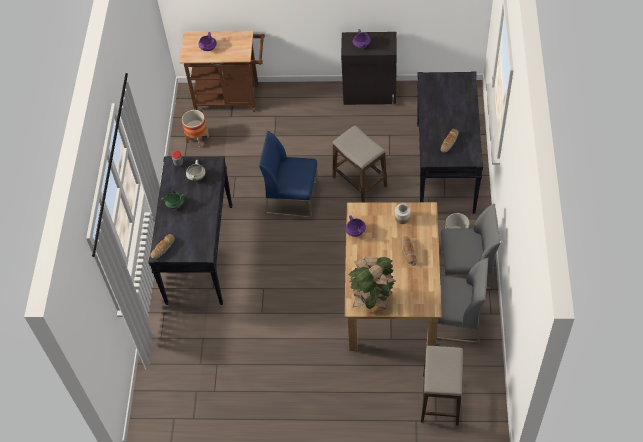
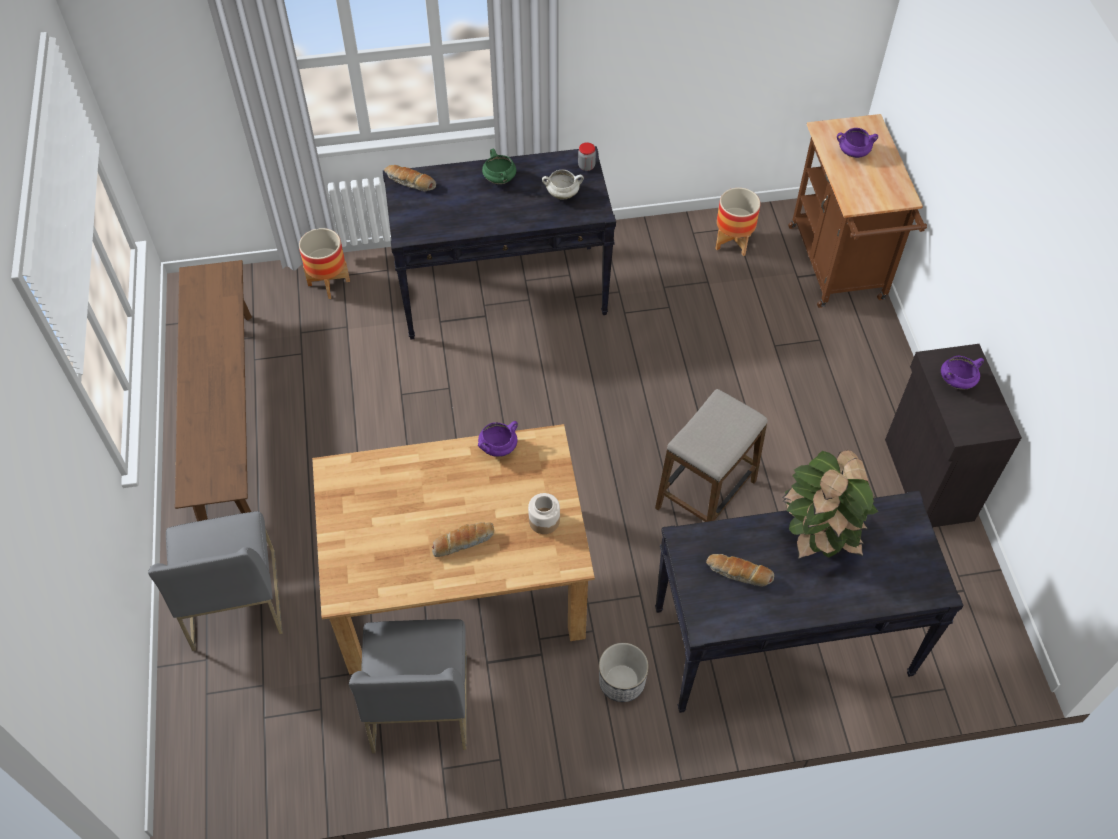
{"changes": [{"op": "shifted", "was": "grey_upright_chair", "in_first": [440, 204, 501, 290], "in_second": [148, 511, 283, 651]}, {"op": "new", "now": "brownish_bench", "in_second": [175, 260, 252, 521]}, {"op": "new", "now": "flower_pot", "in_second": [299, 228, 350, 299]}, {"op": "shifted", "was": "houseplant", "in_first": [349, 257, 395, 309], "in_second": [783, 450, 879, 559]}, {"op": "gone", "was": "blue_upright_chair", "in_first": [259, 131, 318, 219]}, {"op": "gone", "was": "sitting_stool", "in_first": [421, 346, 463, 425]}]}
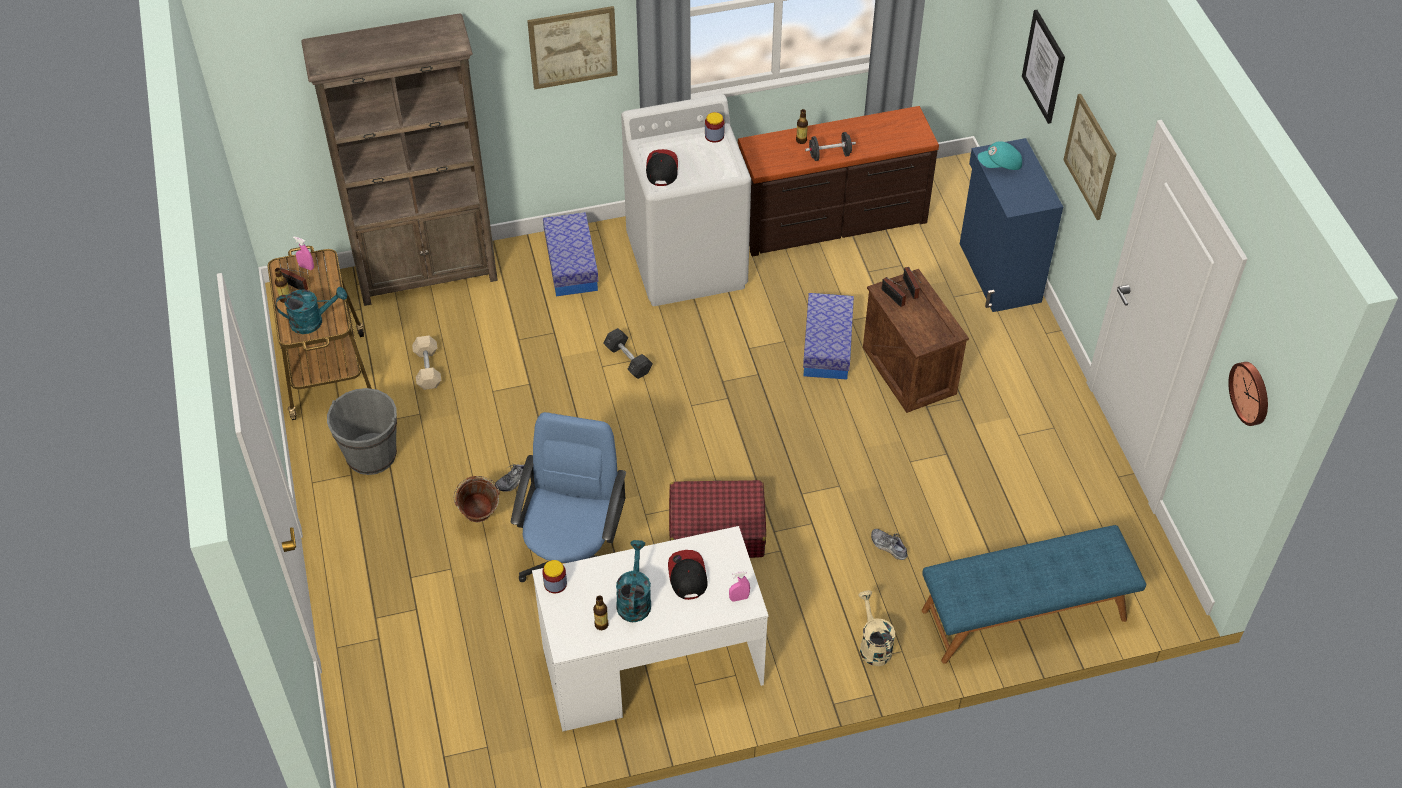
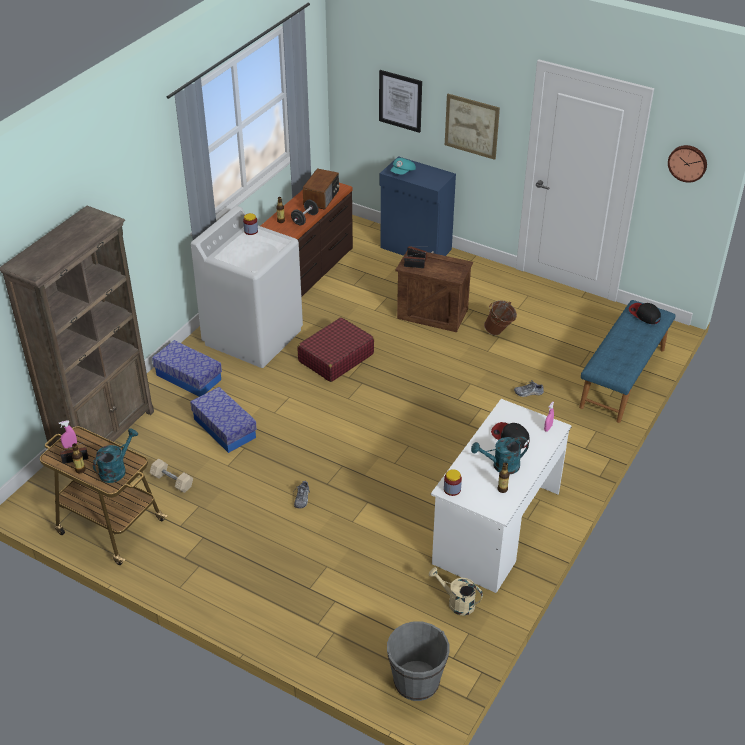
{"changes": [{"op": "shifted", "was": "storage_box", "in_first": [803, 293, 854, 380], "in_second": [190, 387, 257, 453]}, {"op": "shifted", "was": "red_piece_of_luggage", "in_first": [669, 480, 766, 558], "in_second": [298, 317, 374, 382]}, {"op": "new", "now": "radio", "in_second": [303, 168, 340, 210]}, {"op": "shifted", "was": "grey_water_bucket", "in_first": [327, 388, 397, 475], "in_second": [387, 621, 450, 701]}, {"op": "shifted", "was": "sand-coloured_sprinkling_can", "in_first": [859, 590, 895, 666], "in_second": [429, 567, 483, 616]}, {"op": "rotated", "was": "turquoise_sprinkling_can", "in_first": [616, 540, 651, 622], "in_second": [471, 437, 529, 474], "clockwise": -60}, {"op": "shifted", "was": "brownish_water_bucket", "in_first": [454, 476, 500, 522], "in_second": [484, 300, 517, 335]}, {"op": "shifted", "was": "baseball_cap", "in_first": [646, 149, 678, 186], "in_second": [629, 303, 661, 324]}, {"op": "gone", "was": "blue_desk_chair", "in_first": [511, 412, 626, 582]}, {"op": "gone", "was": "wall_art", "in_first": [527, 6, 618, 90]}, {"op": "gone", "was": "grey_hand_weight", "in_first": [603, 328, 653, 379]}]}
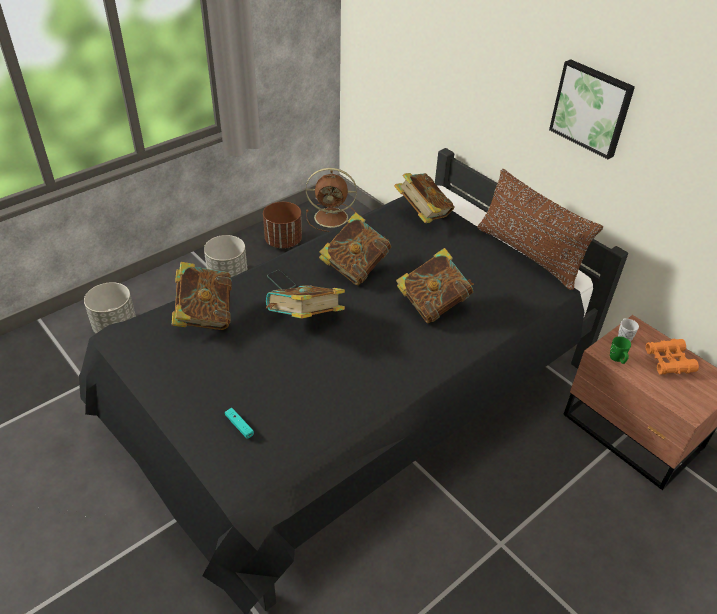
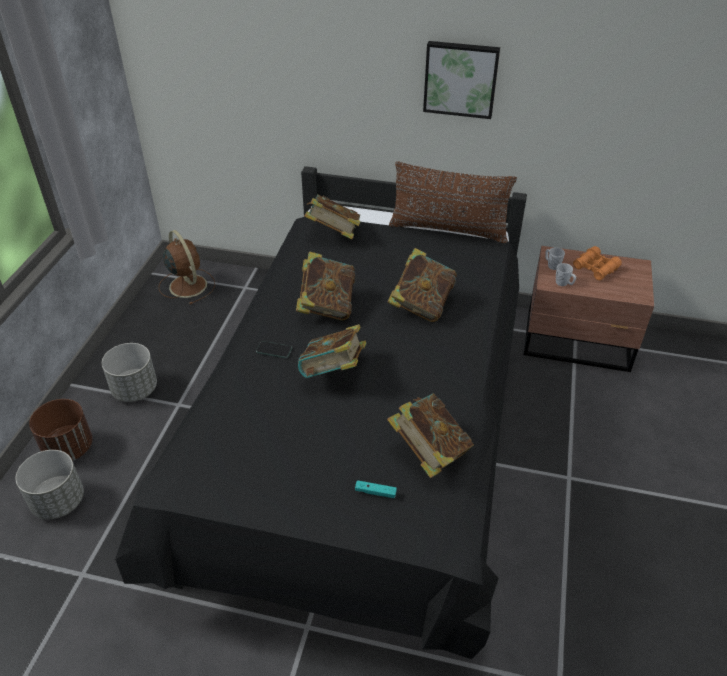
{"changes": [{"op": "shifted", "was": "brownish_flower_pot", "in_first": [263, 202, 302, 248], "in_second": [29, 399, 93, 461]}, {"op": "rotated", "was": "brownish_fan", "in_first": [306, 168, 357, 232], "in_second": [158, 230, 215, 305], "clockwise": -90}, {"op": "shifted", "was": "bound_book", "in_first": [172, 262, 232, 330], "in_second": [387, 394, 474, 478]}, {"op": "repainted", "was": "greenish_tea_mug", "now": "white_tea_mug", "in_first": [610, 336, 631, 364], "in_second": [556, 263, 576, 286]}]}
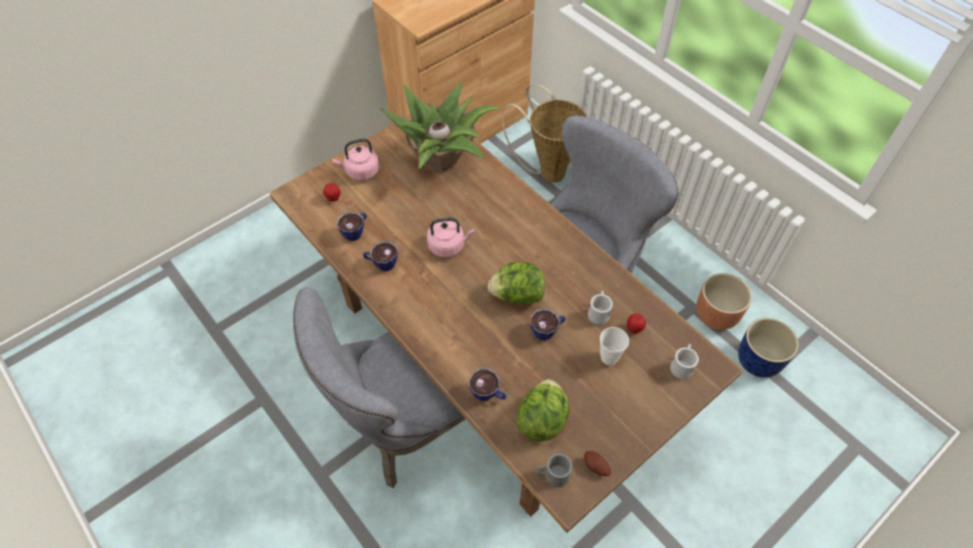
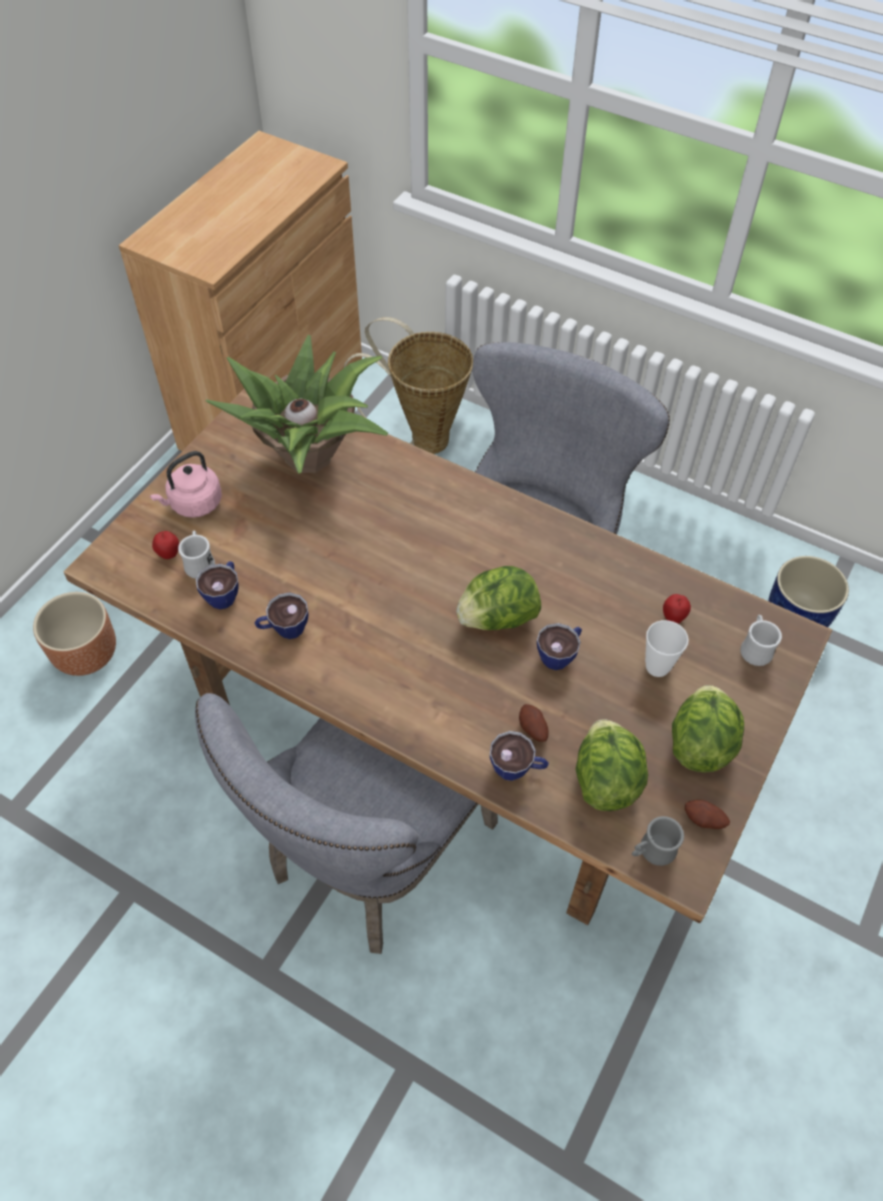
{"changes": [{"op": "shifted", "was": "brownish_flower_pot", "in_first": [696, 273, 752, 330], "in_second": [33, 592, 116, 676]}, {"op": "shifted", "was": "white_tea_mug", "in_first": [588, 290, 613, 325], "in_second": [178, 530, 215, 579]}, {"op": "new", "now": "whole_potato", "in_second": [519, 704, 549, 742]}, {"op": "new", "now": "head_of_lettuce", "in_second": [672, 685, 744, 773]}, {"op": "gone", "was": "pink_water_kettle", "in_first": [427, 218, 475, 257]}]}
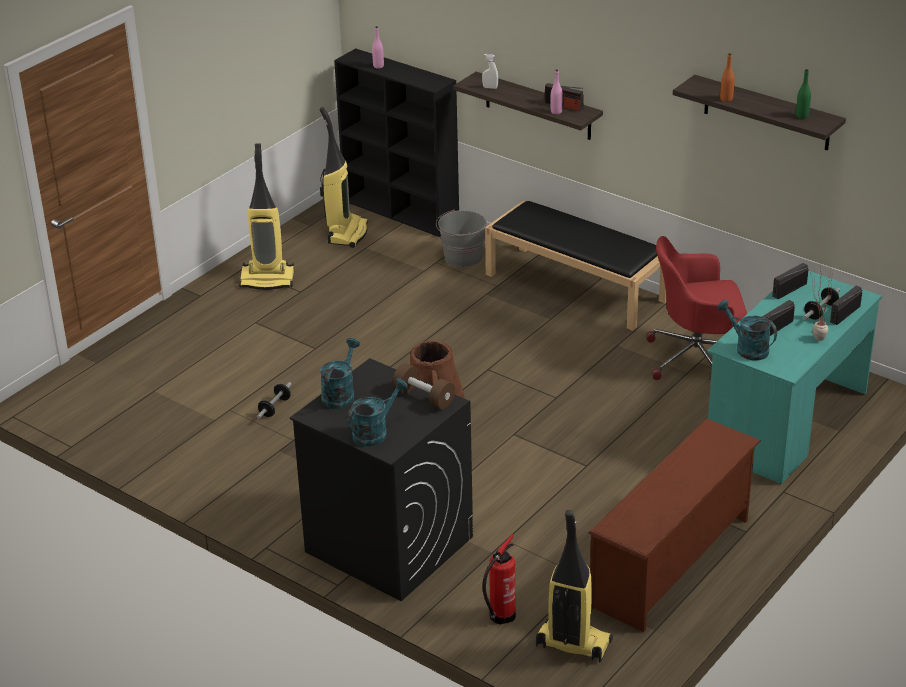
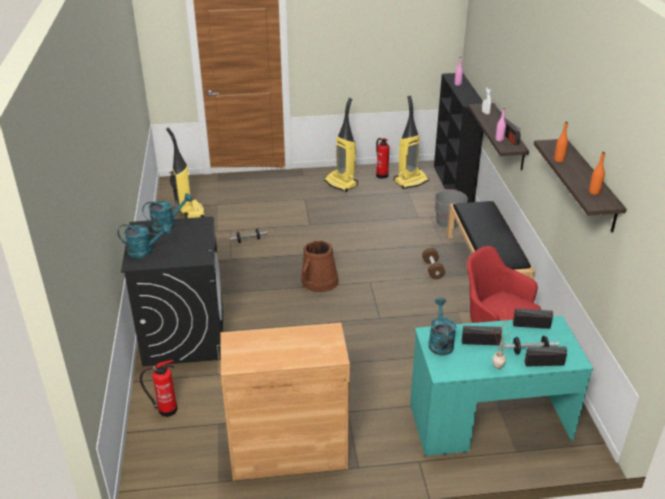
{"changes": [{"op": "shifted", "was": "vacuum", "in_first": [536, 510, 613, 662], "in_second": [166, 128, 205, 218]}, {"op": "swapped", "was": "brownish_shoe_shelf", "now": "brownish_cupboard", "in_first": [588, 418, 761, 632], "in_second": [220, 323, 350, 481]}, {"op": "new", "now": "fire_extinguisher", "in_second": [376, 138, 389, 179]}, {"op": "shifted", "was": "brownish_hand_weight", "in_first": [392, 363, 455, 409], "in_second": [422, 248, 445, 279]}, {"op": "repainted", "was": "greenish_drink_bottle", "now": "orange-coloured_drink_bottle", "in_first": [796, 69, 811, 118], "in_second": [589, 152, 605, 195]}]}
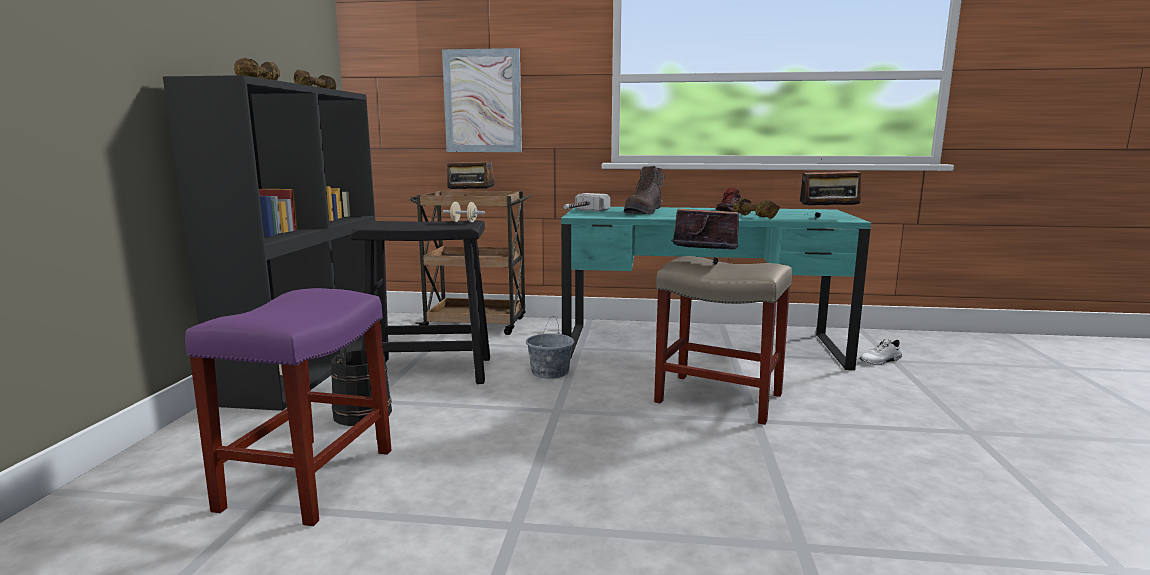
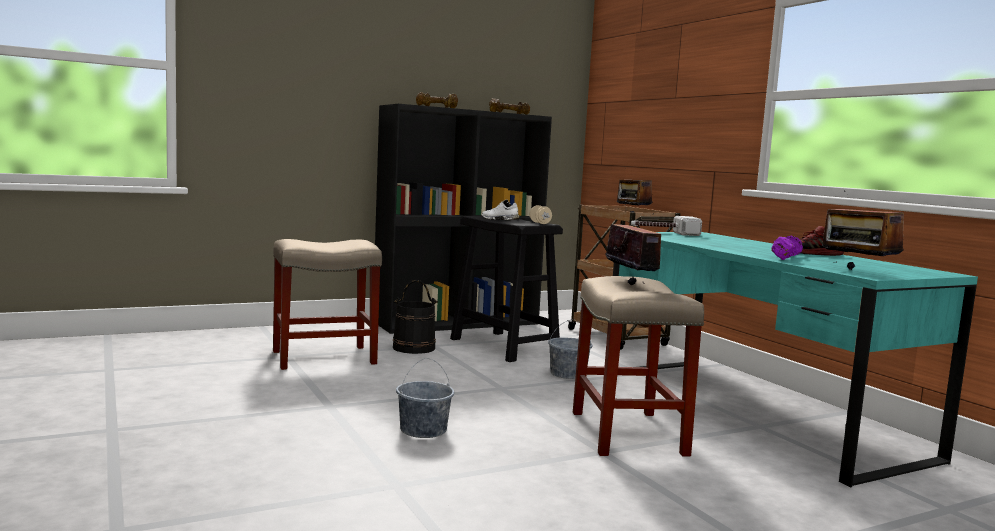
{"changes": [{"op": "repainted", "was": "purple-coloured_sitting_stool", "now": "sand-coloured_sitting_stool", "in_first": [185, 288, 391, 526], "in_second": [273, 239, 382, 370]}, {"op": "new", "now": "grey_water_bucket", "in_second": [396, 358, 454, 438]}, {"op": "shifted", "was": "white_low_shoe", "in_first": [860, 338, 902, 365], "in_second": [482, 200, 520, 220]}, {"op": "repainted", "was": "brownish_hand_weight", "now": "purple-coloured_hand_weight", "in_first": [733, 198, 780, 219], "in_second": [771, 235, 803, 260]}, {"op": "gone", "was": "wall_art", "in_first": [442, 48, 522, 152]}, {"op": "gone", "was": "brownish_high-top_boot", "in_first": [624, 166, 665, 214]}]}
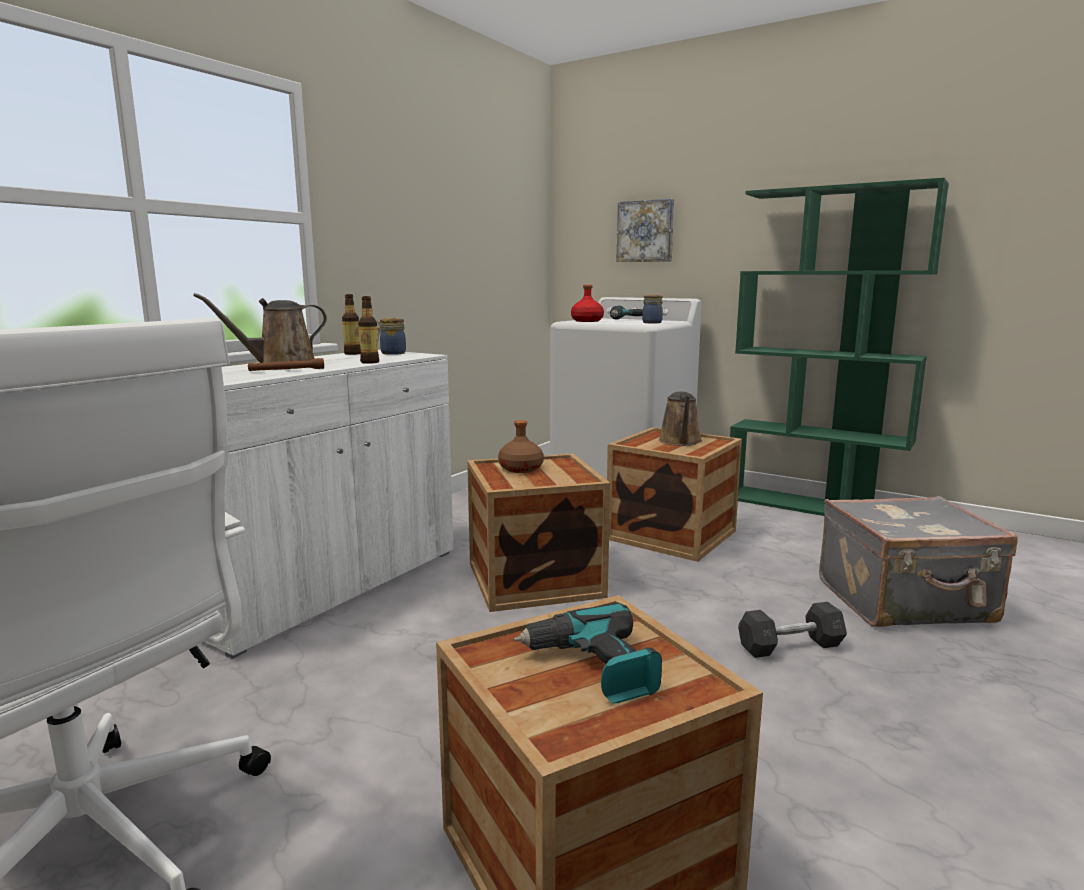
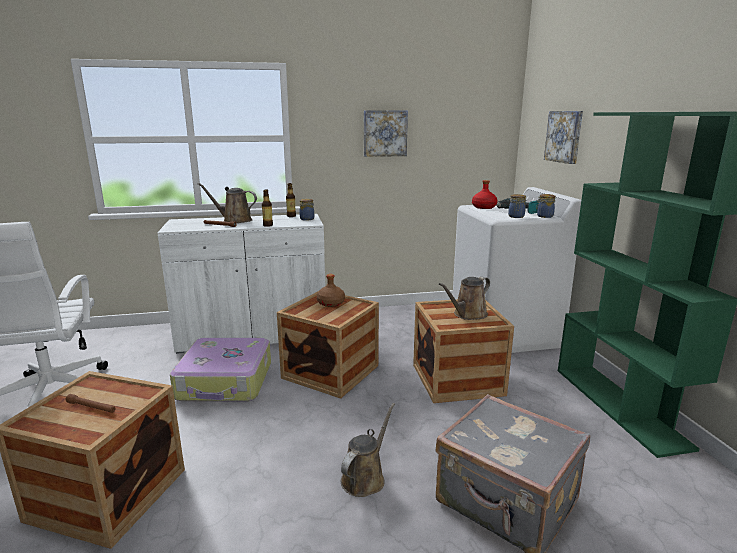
{"changes": [{"op": "swapped", "was": "drill", "now": "brownish_hand_torch", "in_first": [514, 603, 662, 703], "in_second": [65, 394, 116, 413]}, {"op": "new", "now": "piece_of_luggage", "in_second": [170, 338, 271, 402]}, {"op": "swapped", "was": "grey_hand_weight", "now": "brownish_sprinkling_can", "in_first": [738, 602, 847, 658], "in_second": [341, 403, 395, 497]}, {"op": "new", "now": "wall_art", "in_second": [364, 110, 408, 157]}, {"op": "new", "now": "jar", "in_second": [536, 194, 556, 218]}]}
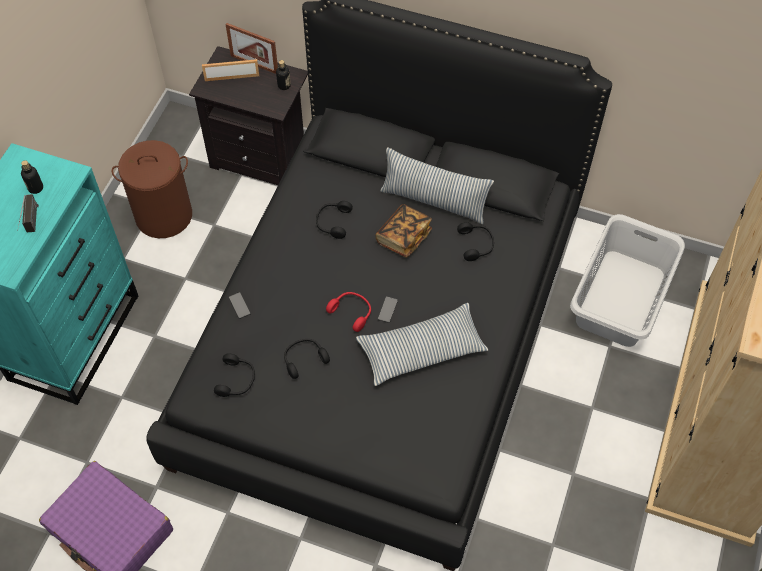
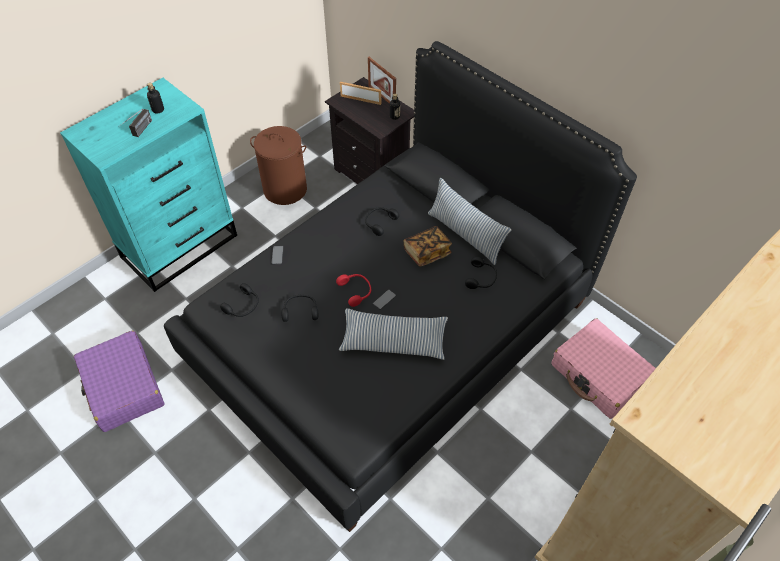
{"changes": [{"op": "swapped", "was": "grey_hamper", "now": "pink_piece_of_luggage", "in_first": [570, 214, 685, 347], "in_second": [552, 318, 656, 419]}]}
